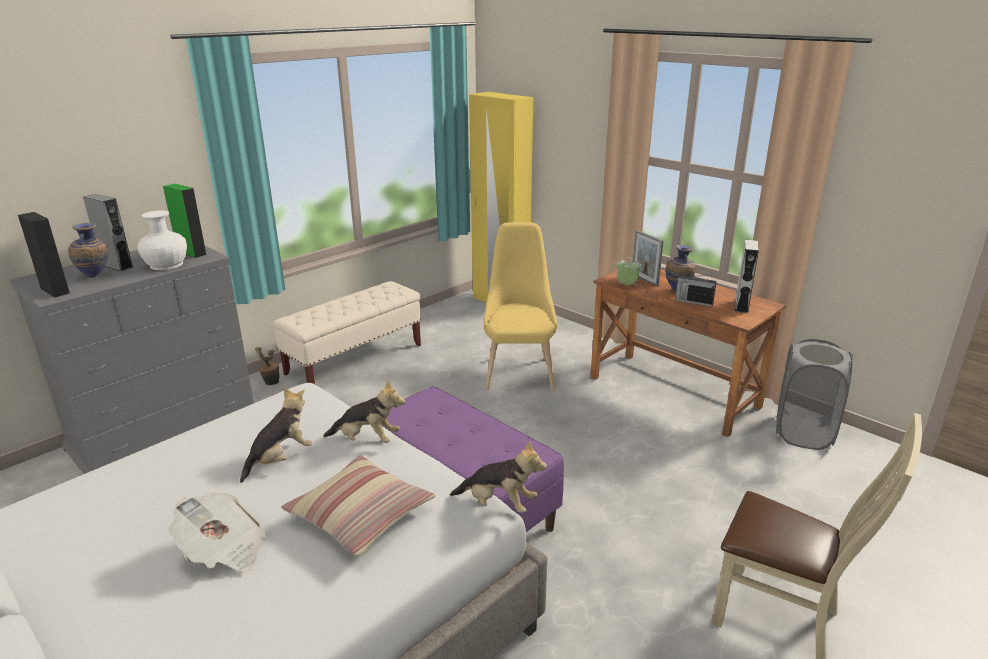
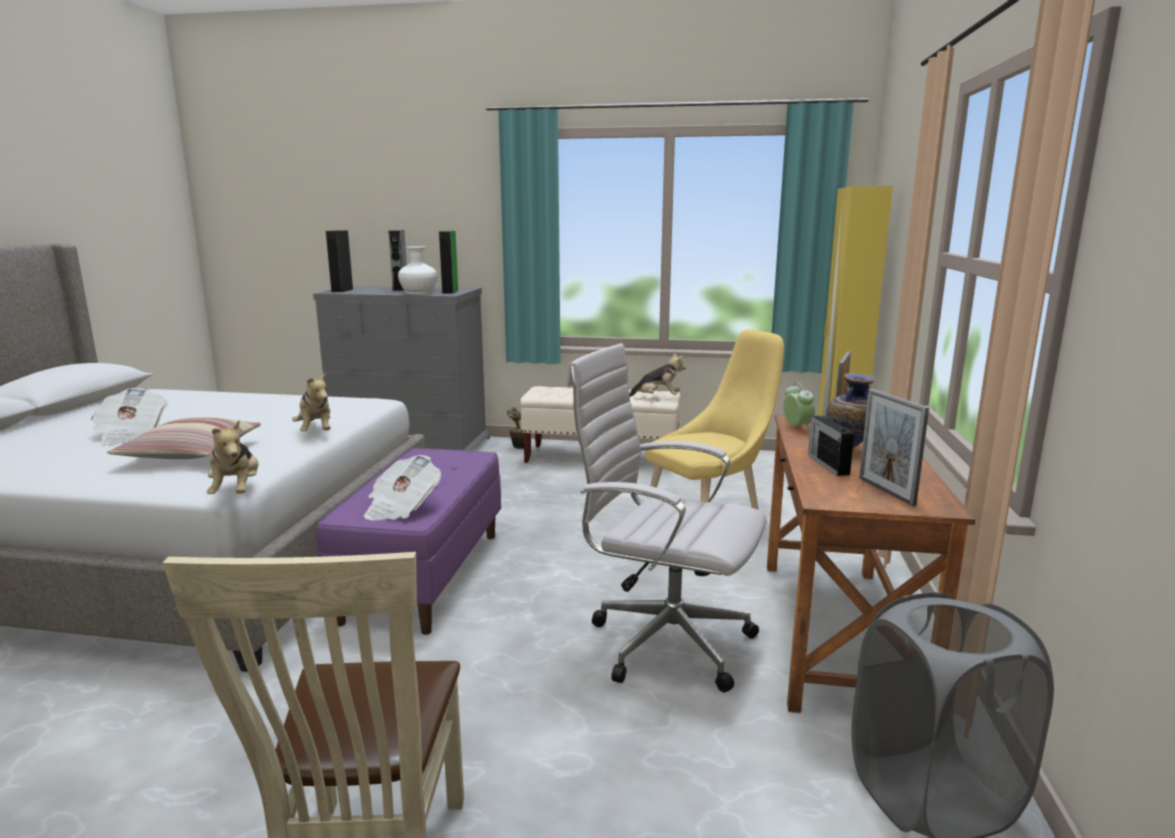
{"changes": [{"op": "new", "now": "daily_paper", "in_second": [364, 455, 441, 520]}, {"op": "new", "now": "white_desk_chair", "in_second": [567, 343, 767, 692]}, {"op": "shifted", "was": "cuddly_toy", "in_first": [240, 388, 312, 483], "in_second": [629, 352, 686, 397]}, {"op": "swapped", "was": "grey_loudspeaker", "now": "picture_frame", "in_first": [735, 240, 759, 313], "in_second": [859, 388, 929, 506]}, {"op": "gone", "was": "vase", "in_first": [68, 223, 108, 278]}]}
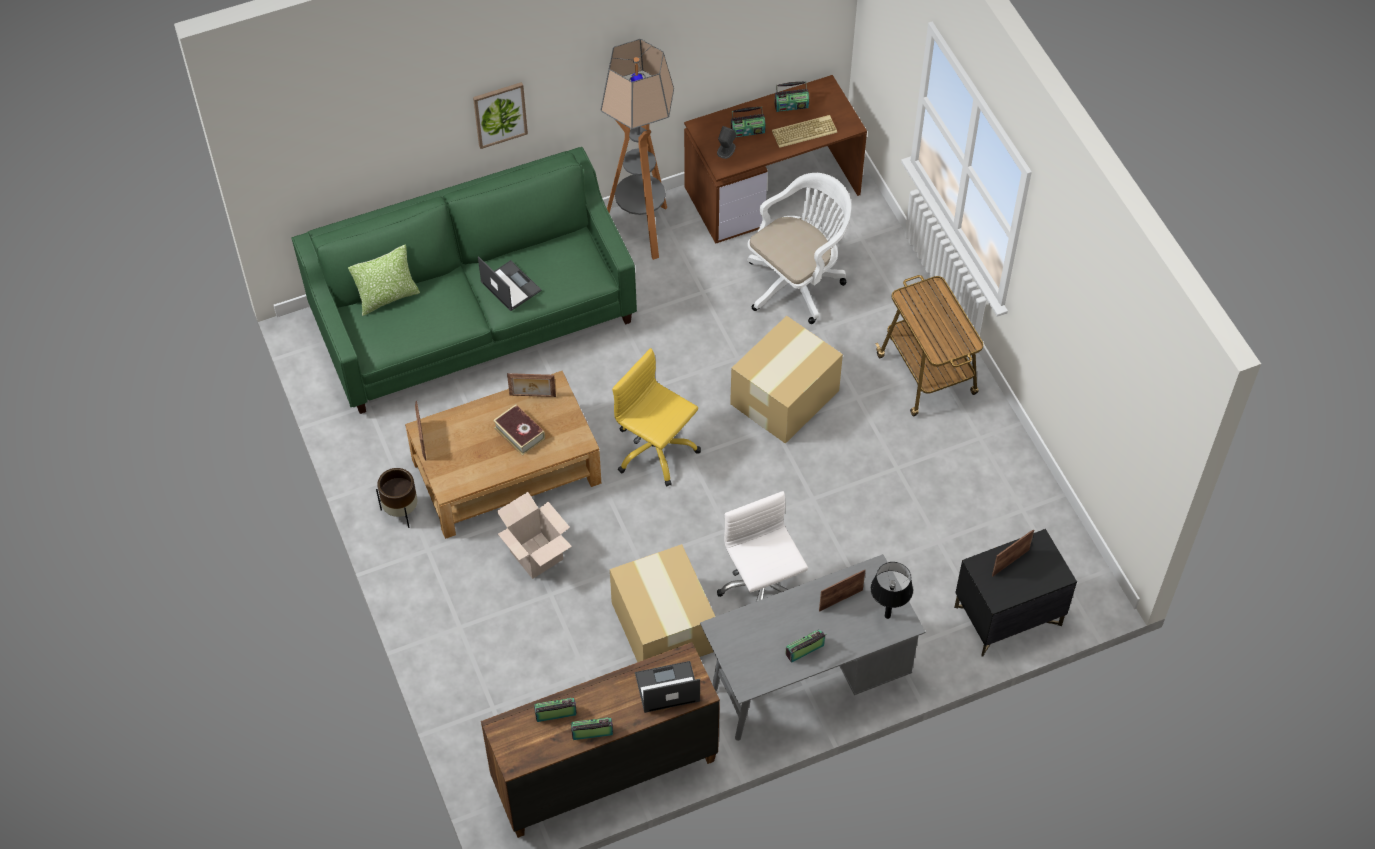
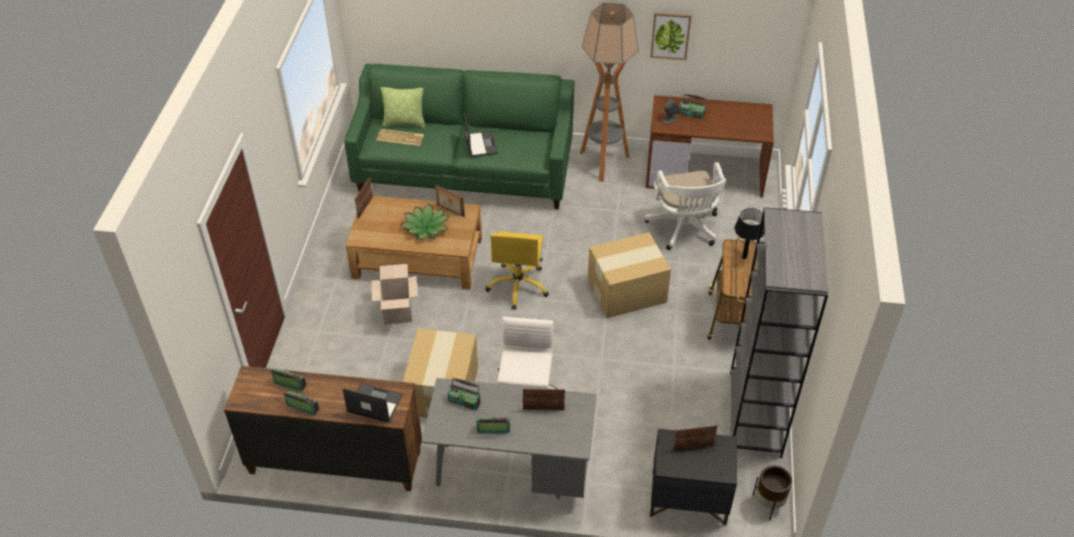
{"changes": [{"op": "shifted", "was": "computer_keyboard", "in_first": [772, 115, 837, 148], "in_second": [376, 129, 424, 146]}, {"op": "swapped", "was": "bound_book", "now": "houseplant", "in_first": [493, 404, 545, 455], "in_second": [401, 204, 449, 240]}, {"op": "shifted", "was": "radio", "in_first": [775, 81, 809, 112], "in_second": [448, 378, 480, 410]}, {"op": "rotated", "was": "yellow-coloured_desk_chair", "in_first": [612, 348, 701, 486], "in_second": [485, 231, 549, 310], "clockwise": -150}, {"op": "rotated", "was": "white_desk_chair", "in_first": [747, 173, 851, 324], "in_second": [645, 162, 726, 250], "clockwise": 90}, {"op": "shifted", "was": "wall_art", "in_first": [473, 82, 528, 149], "in_second": [650, 12, 692, 60]}, {"op": "new", "now": "grey_shelving_unit", "in_second": [730, 207, 828, 458]}, {"op": "shifted", "was": "blackish_tabletop_lamp", "in_first": [871, 562, 913, 619], "in_second": [734, 208, 765, 259]}, {"op": "shifted", "was": "brownish_flower_pot", "in_first": [376, 468, 417, 528], "in_second": [752, 466, 792, 520]}]}
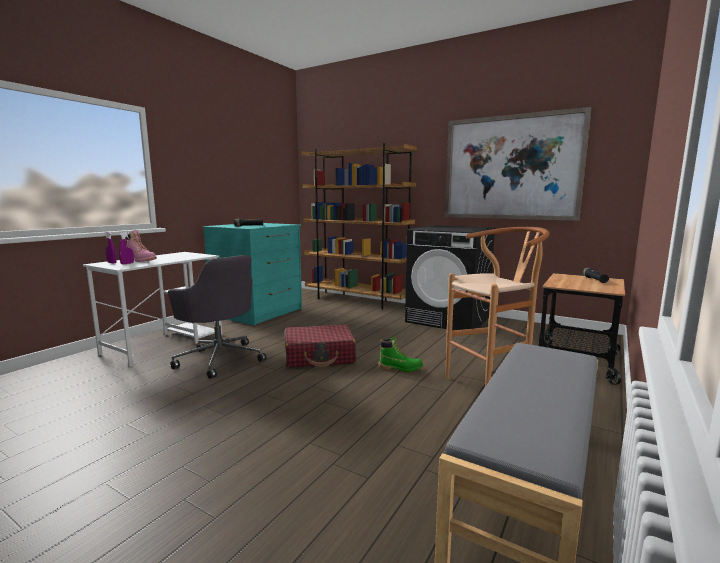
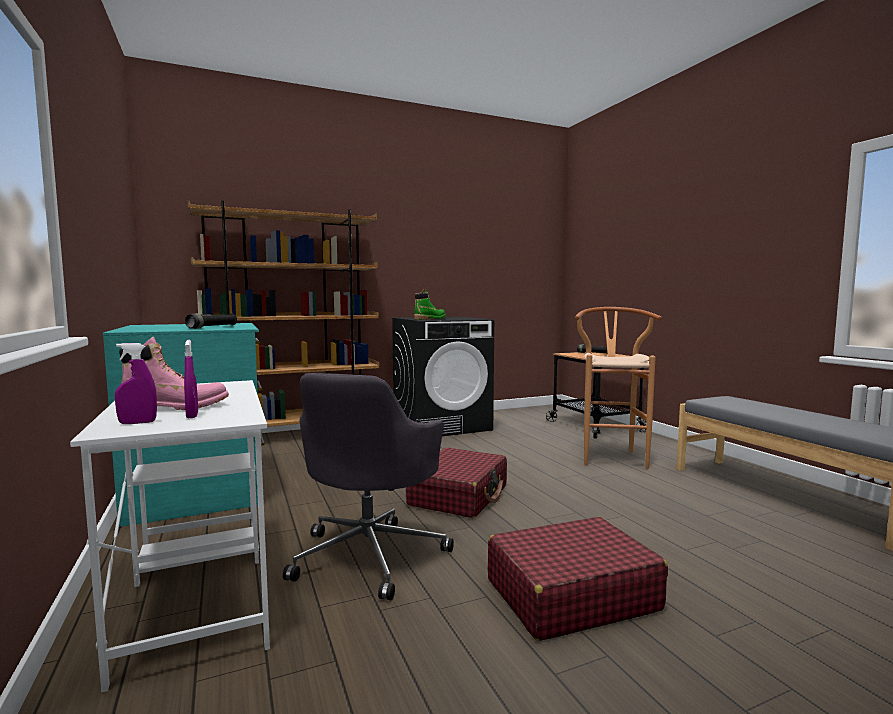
{"changes": [{"op": "rotated", "was": "grey_desk_chair", "in_first": [168, 255, 266, 379], "in_second": [283, 373, 454, 600], "clockwise": 120}, {"op": "shifted", "was": "greenish_high-top_boot", "in_first": [379, 336, 423, 372], "in_second": [414, 289, 446, 320]}, {"op": "new", "now": "red_piece_of_luggage", "in_second": [488, 517, 668, 641]}, {"op": "gone", "was": "wall_art", "in_first": [445, 107, 591, 221]}]}
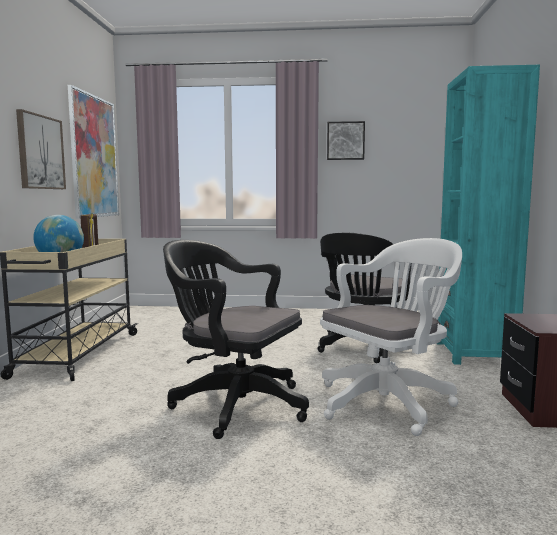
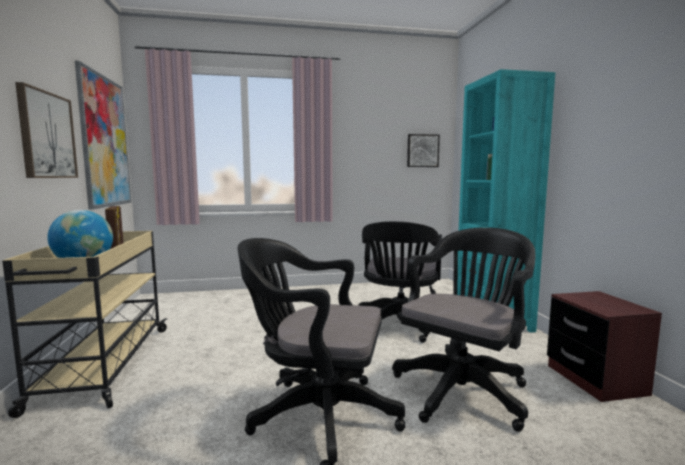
{"changes": [{"op": "repainted", "was": "white_desk_chair", "now": "blackish_desk_chair", "in_first": [320, 238, 462, 436], "in_second": [392, 227, 535, 432]}, {"op": "shifted", "was": "wall_art", "in_first": [327, 121, 365, 160], "in_second": [407, 134, 440, 167]}]}
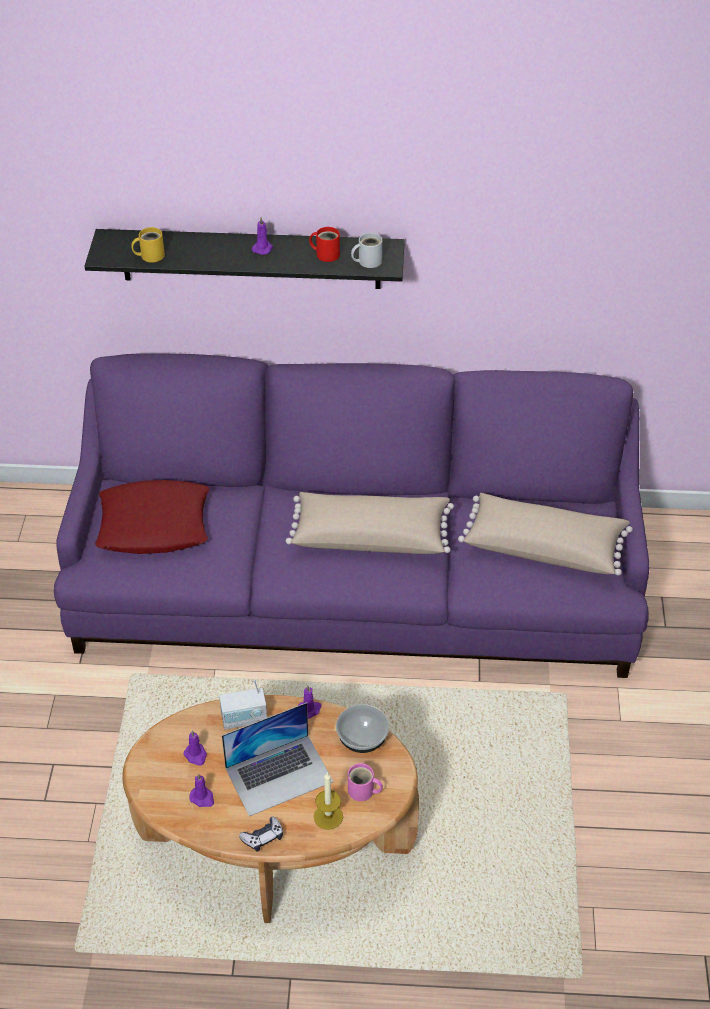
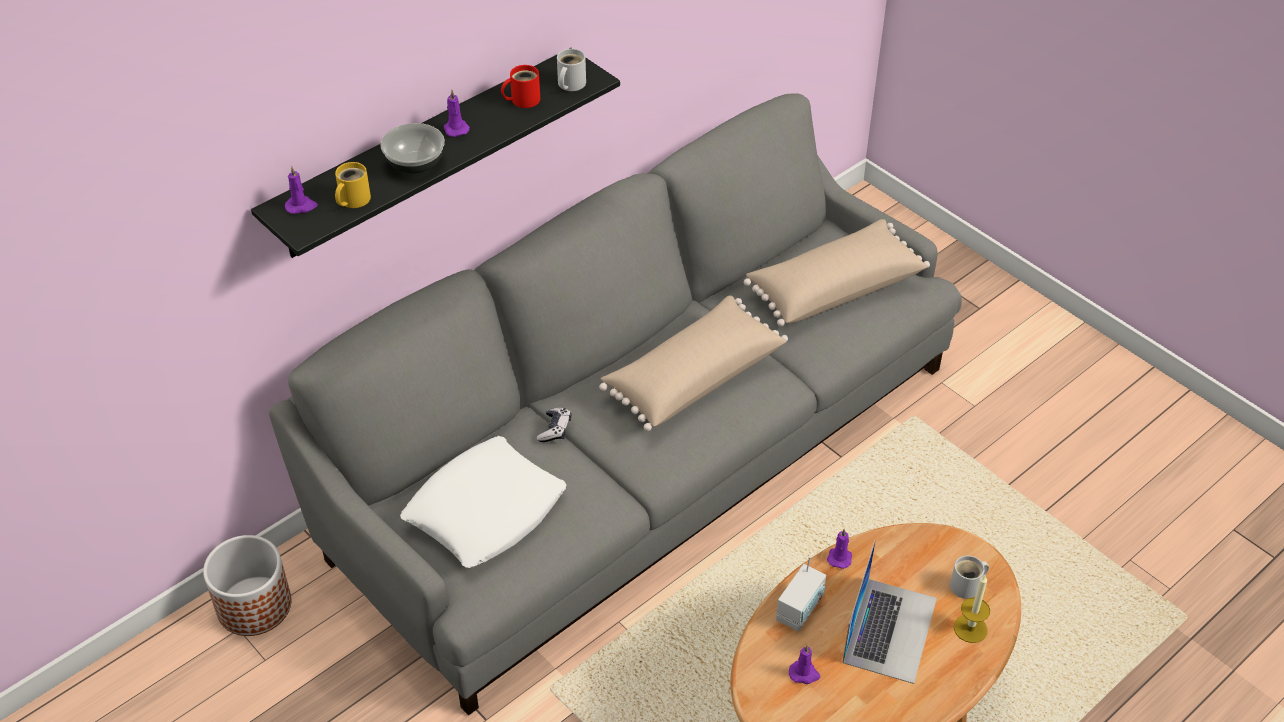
{"changes": [{"op": "new", "now": "flower_pot", "in_second": [203, 535, 292, 636]}, {"op": "repainted", "was": "purple-coloured_settee", "now": "grey_settee", "in_first": [54, 354, 649, 678], "in_second": [269, 93, 962, 715]}, {"op": "shifted", "was": "purple-coloured_candle", "in_first": [189, 773, 214, 807], "in_second": [285, 167, 318, 214]}, {"op": "shifted", "was": "deep_dish", "in_first": [336, 704, 389, 753], "in_second": [381, 123, 445, 174]}, {"op": "repainted", "was": "red_cushion", "now": "white_cushion", "in_first": [95, 480, 209, 554], "in_second": [400, 436, 567, 568]}, {"op": "shifted", "was": "gamepad", "in_first": [239, 816, 283, 852], "in_second": [537, 408, 571, 442]}, {"op": "repainted", "was": "pink_tea_mug", "now": "white_tea_mug", "in_first": [348, 763, 383, 801], "in_second": [950, 555, 989, 599]}]}
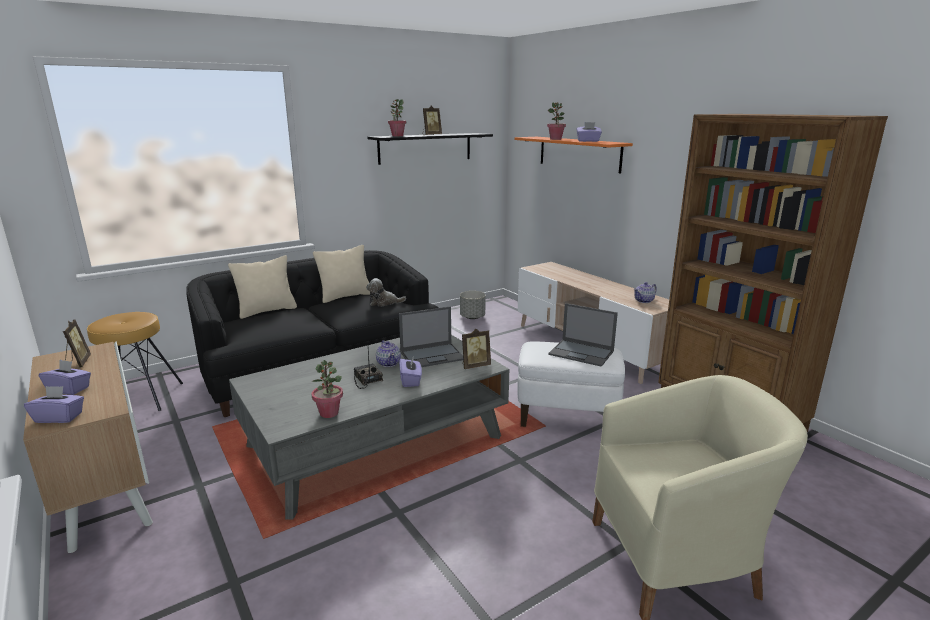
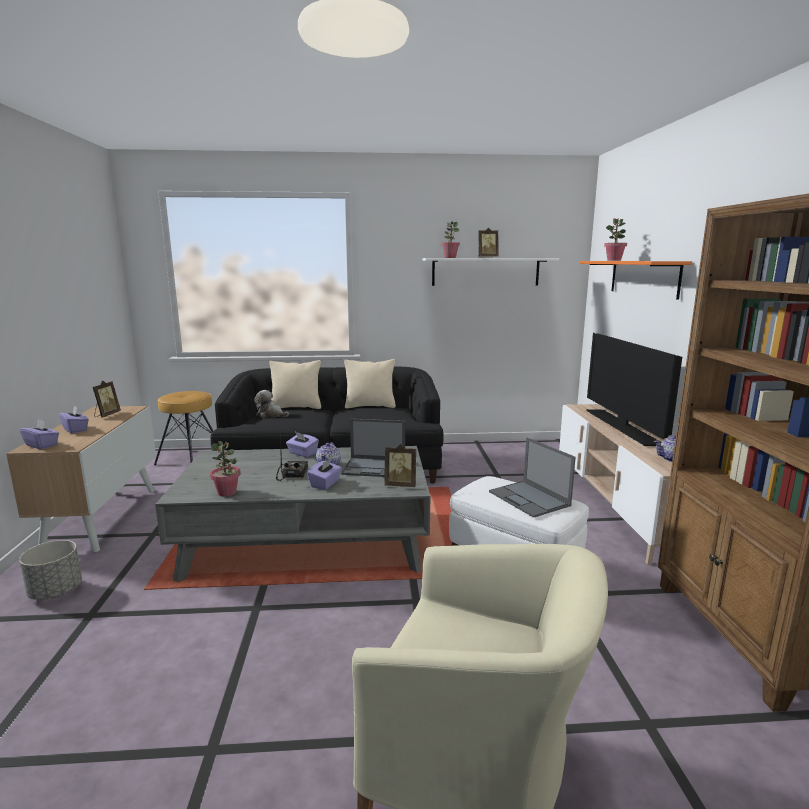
{"changes": [{"op": "shifted", "was": "grey_flower_pot", "in_first": [460, 291, 486, 319], "in_second": [19, 540, 82, 600]}, {"op": "shifted", "was": "cuddly_toy", "in_first": [366, 278, 406, 307], "in_second": [254, 390, 289, 418]}, {"op": "shifted", "was": "purple-coloured_tissue_holder", "in_first": [576, 122, 602, 142], "in_second": [286, 432, 319, 457]}, {"op": "repainted", "was": "blackish_shelf", "now": "white_shelf", "in_first": [367, 133, 493, 165], "in_second": [422, 258, 559, 286]}, {"op": "new", "now": "TV", "in_second": [586, 333, 682, 446]}]}
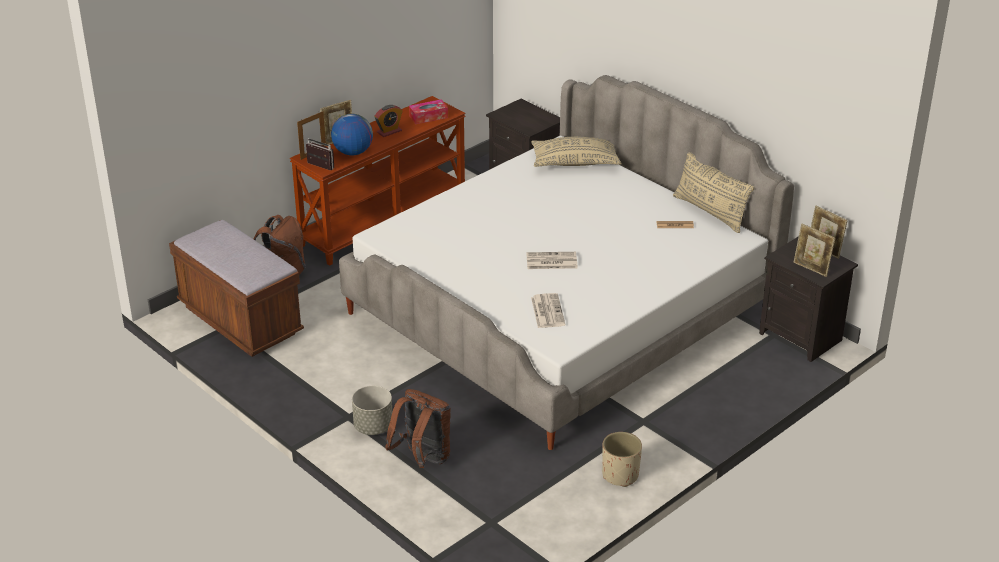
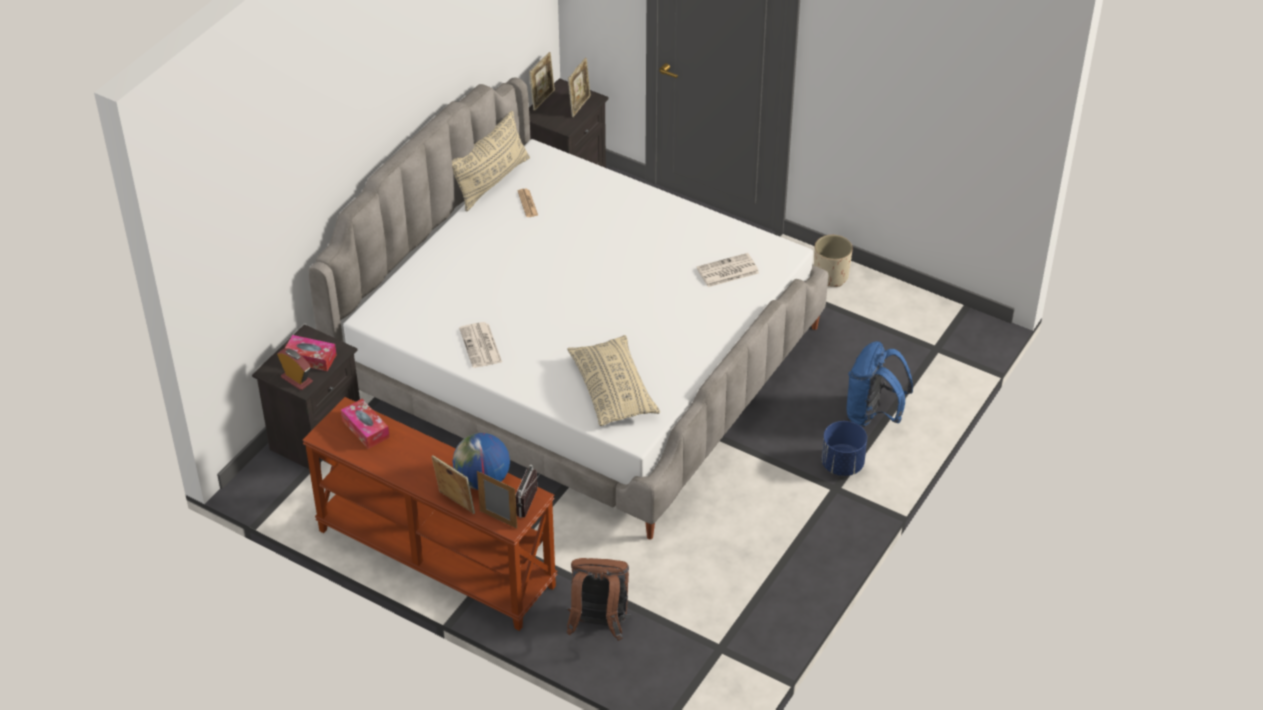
{"changes": [{"op": "shifted", "was": "bedside_clock", "in_first": [374, 105, 403, 137], "in_second": [277, 348, 313, 390]}, {"op": "new", "now": "tissue_holder", "in_second": [285, 335, 337, 371]}, {"op": "shifted", "was": "daily_paper", "in_first": [526, 252, 577, 269], "in_second": [459, 322, 502, 368]}, {"op": "shifted", "was": "sand-coloured_cushion", "in_first": [531, 137, 622, 167], "in_second": [567, 335, 660, 426]}, {"op": "repainted", "was": "grey_flower_pot", "now": "blue_flower_pot", "in_first": [352, 386, 392, 435], "in_second": [821, 421, 867, 476]}, {"op": "repainted", "was": "brownish_knapsack", "now": "blue_knapsack", "in_first": [385, 389, 451, 468], "in_second": [847, 341, 913, 427]}, {"op": "gone", "was": "brownish_bench", "in_first": [169, 220, 304, 357]}]}
